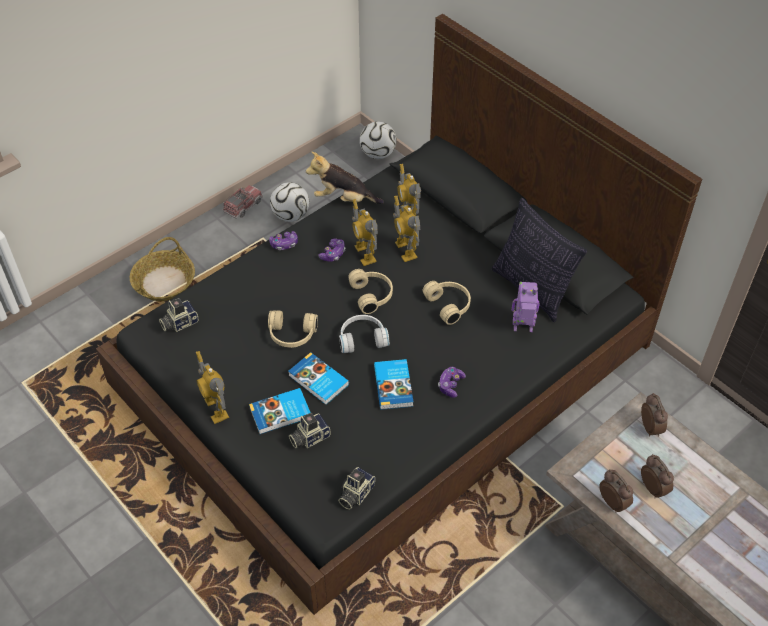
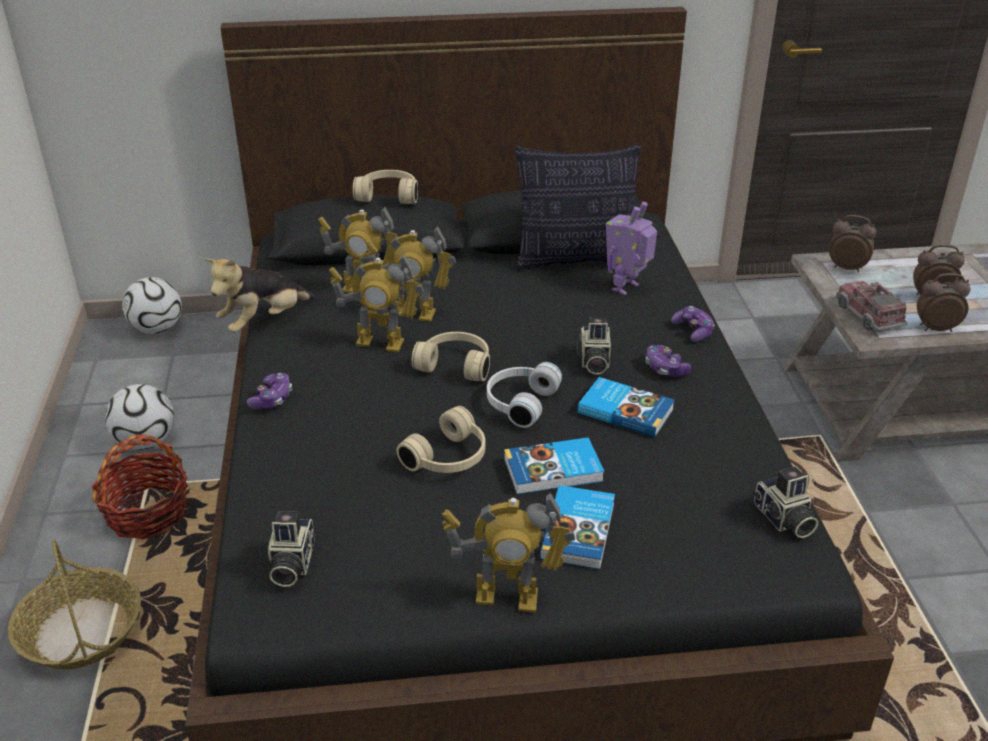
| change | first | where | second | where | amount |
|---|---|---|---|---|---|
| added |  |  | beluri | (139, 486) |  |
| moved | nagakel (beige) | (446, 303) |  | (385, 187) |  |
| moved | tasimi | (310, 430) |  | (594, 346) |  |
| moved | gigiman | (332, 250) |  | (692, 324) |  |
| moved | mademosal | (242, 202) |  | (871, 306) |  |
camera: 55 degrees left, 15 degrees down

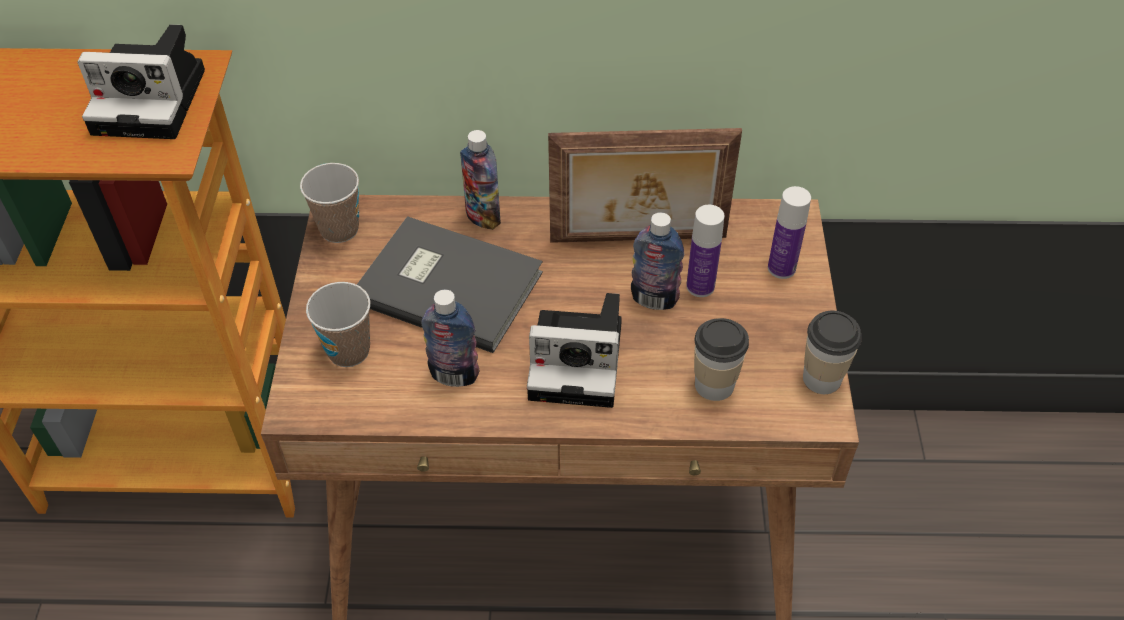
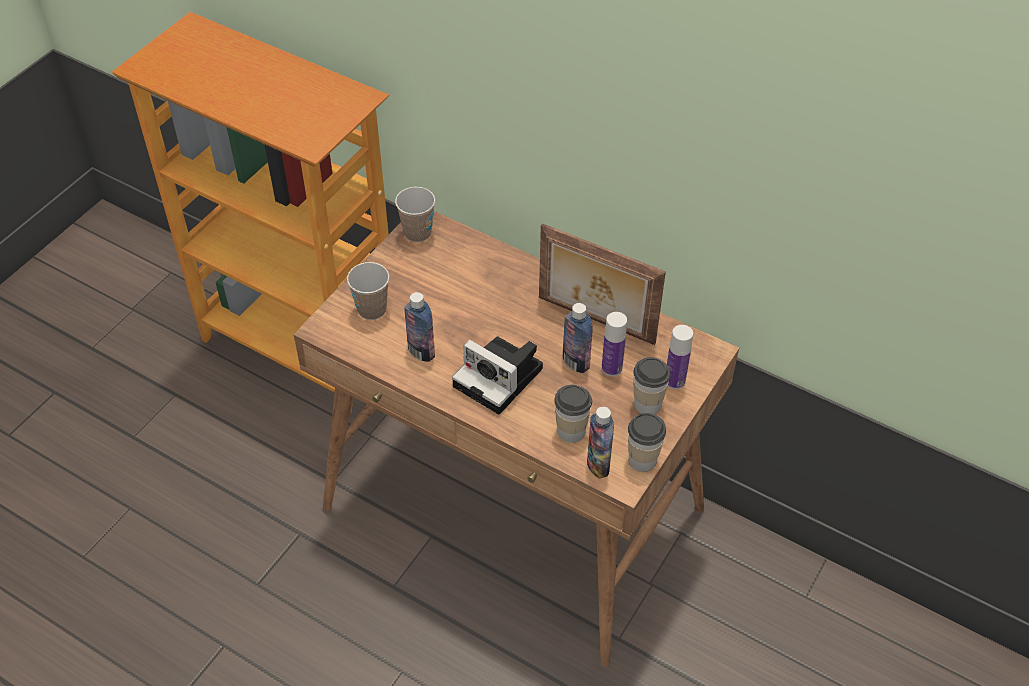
| change | first | where | second | where | amount |
|---|---|---|---|---|---|
| moved | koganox | (480, 180) |  | (600, 442) |  |
| added |  |  | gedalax | (652, 385) |  |
| removed | tasimi | (141, 82) |  |  |  |
| removed | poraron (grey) | (450, 284) |  |  |  |
camera: 30 degrees right, 0 degrees up

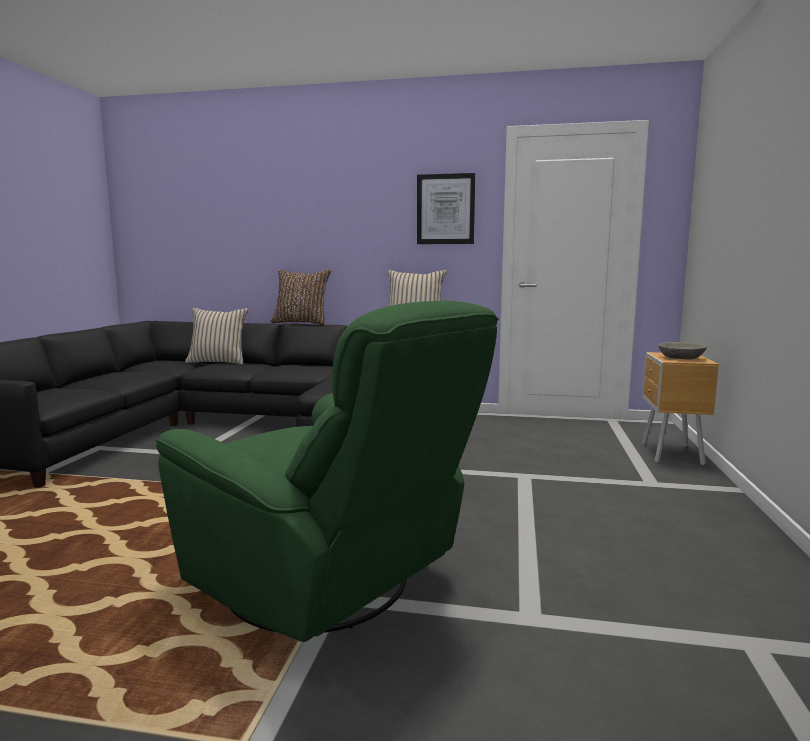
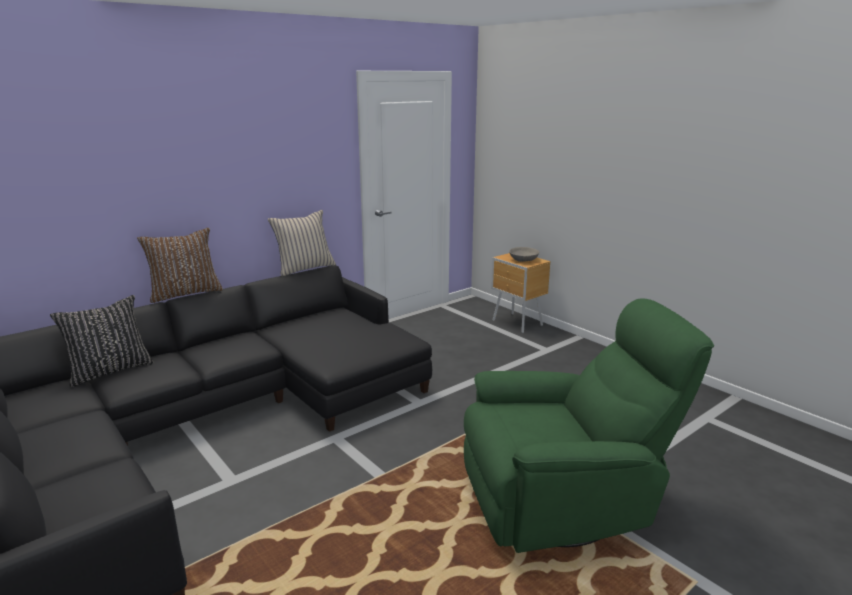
| change | first | where | second | where | amount |
|---|---|---|---|---|---|
| recoloured | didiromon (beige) | (217, 336) | didiromon (black) | (102, 341) |  |
| removed | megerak | (446, 208) |  |  |  |
camera: 50 degrees left, 10 degrees up

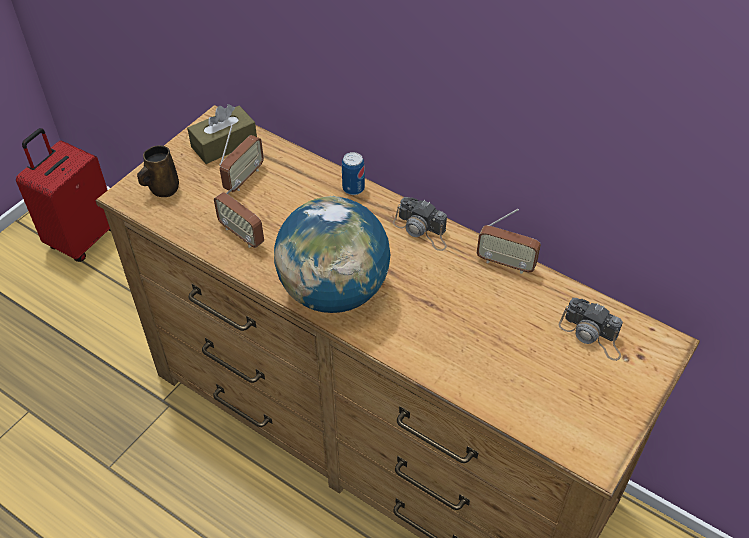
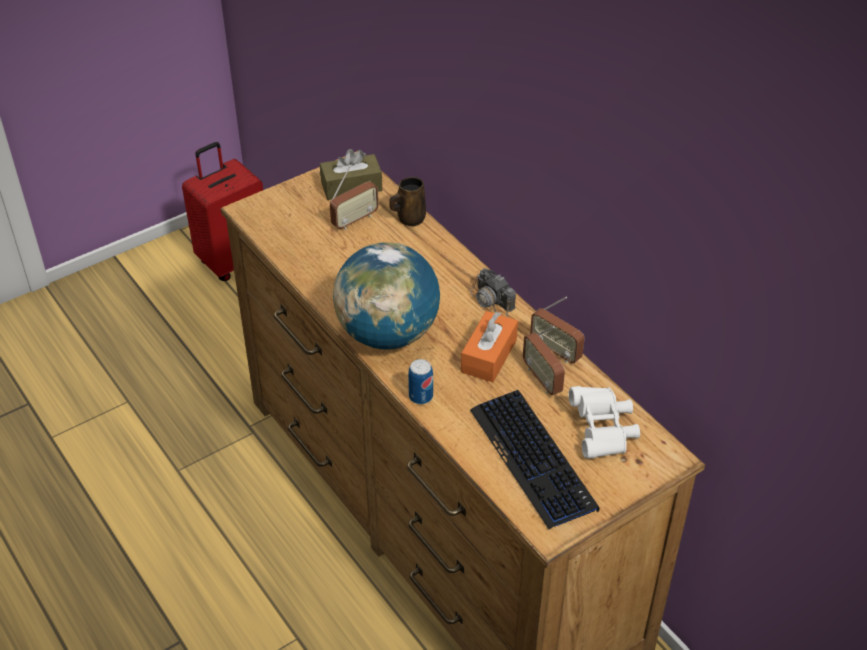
| change | first | where | second | where | amount |
|---|---|---|---|---|---|
| moved | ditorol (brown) | (158, 171) |  | (407, 201) |  |
| moved | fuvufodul | (353, 173) |  | (420, 381) |  |
| added |  |  | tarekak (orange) | (489, 346) |  |
| added |  |  | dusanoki | (534, 459) |  |
| moved | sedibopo | (239, 214) |  | (544, 360) |  |
| replaced | tasimi | (591, 329) | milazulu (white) | (604, 422) |  |
camera: 20 degrees right, 5 degrees down

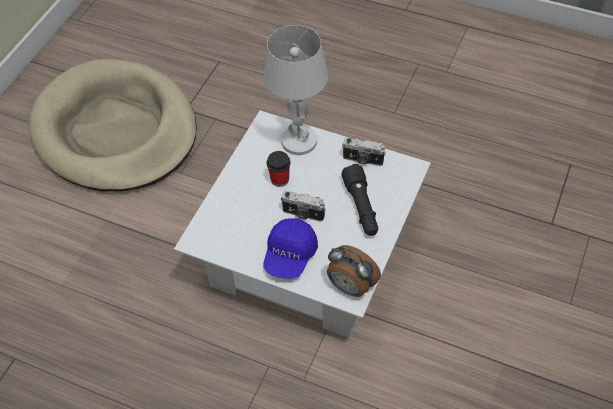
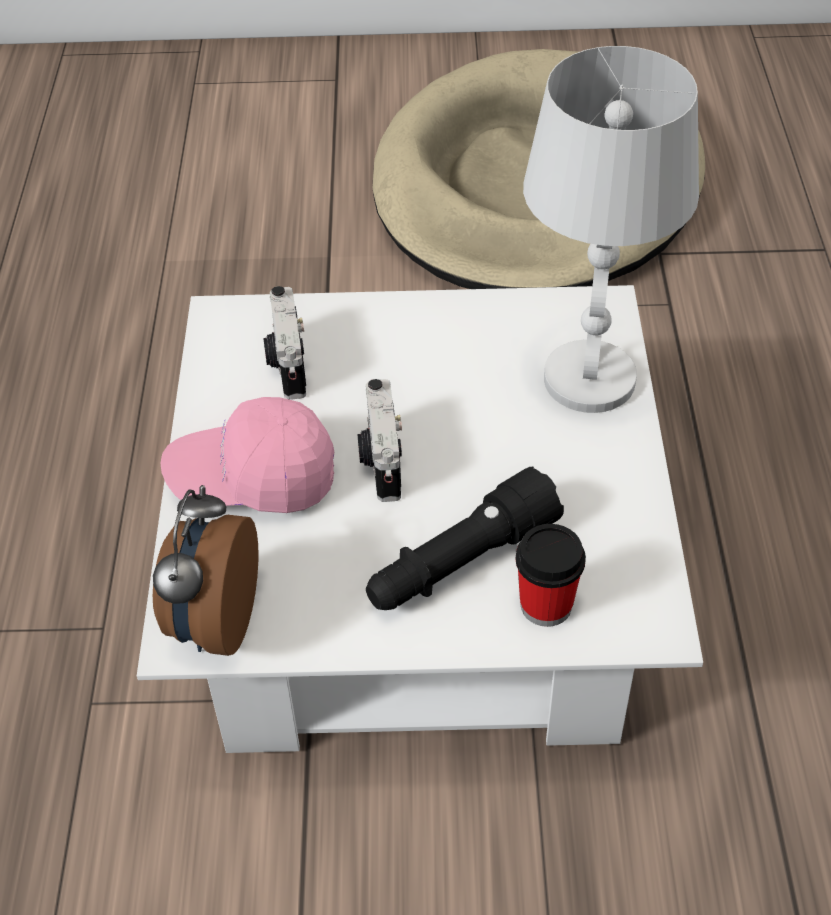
| change | first | where | second | where | amount |
|---|---|---|---|---|---|
| recoloured | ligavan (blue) | (290, 248) | ligavan (pink) | (247, 455) |  |
| moved | tasimi | (364, 152) |  | (284, 343) |  |
| moved | gedalax | (278, 169) |  | (550, 575) |  |
camera: 65 degrees right, 5 degrees down

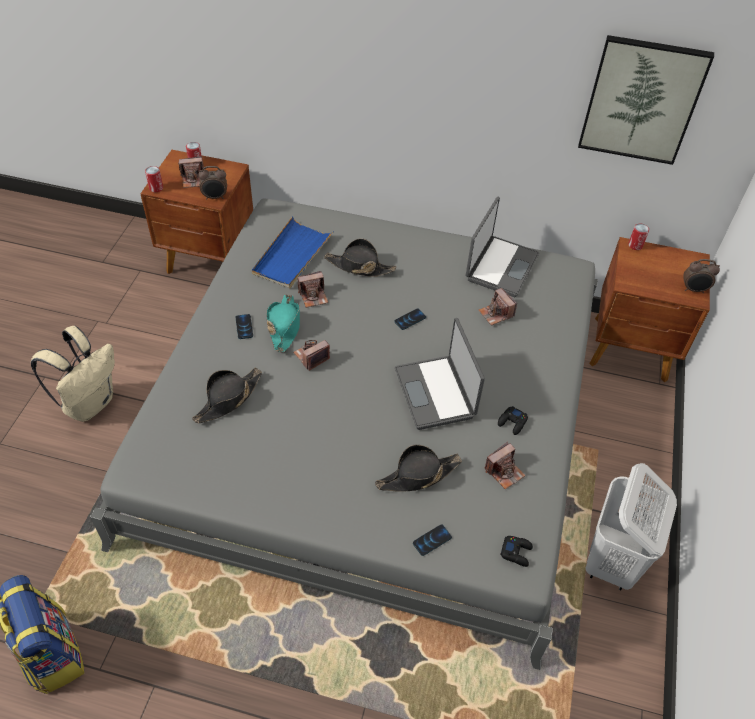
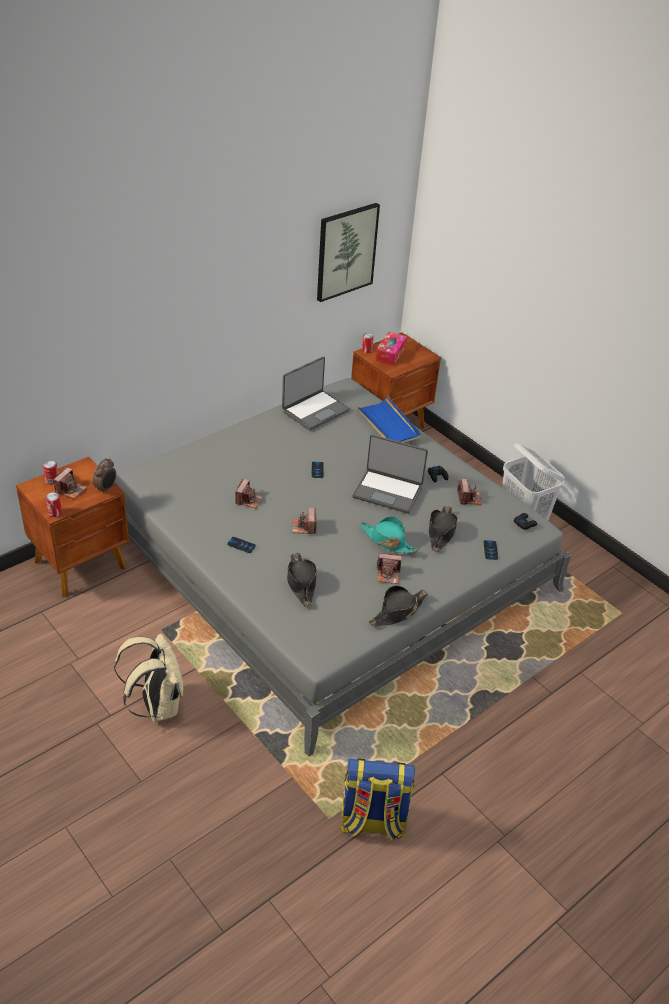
| change | first | where | second | where | amount |
|---|---|---|---|---|---|
| turned | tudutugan | (502, 247) |  | (316, 393) | 75 degrees clockwise |
| moved | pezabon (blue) | (293, 252) |  | (388, 419) |  |
| moved | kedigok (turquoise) | (283, 323) |  | (389, 534) |  |
| moved | kedigok (black) | (360, 257) |  | (398, 606) |  |
| added |  |  | tarekak | (391, 348) |  |
| moved | tasimi | (497, 307) |  | (389, 568) |  |
| removed | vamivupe | (702, 276) |  |  |  |
camera: 55 degrees left, 10 degrees down

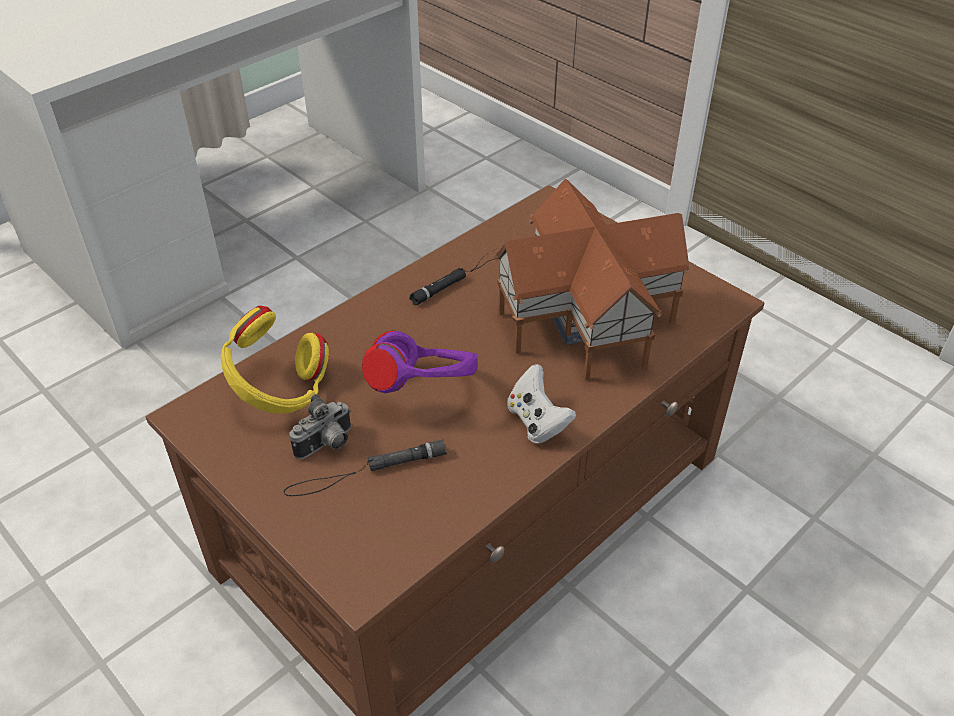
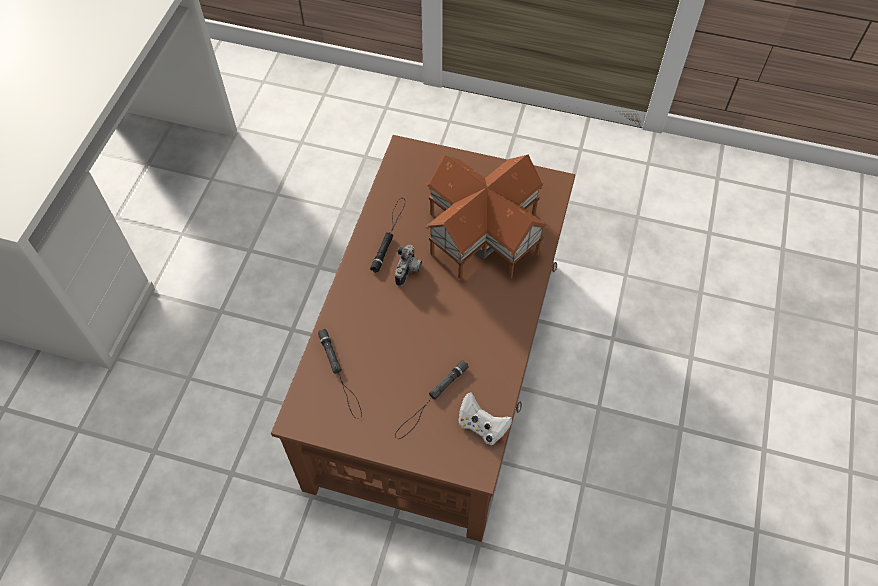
| change | first | where | second | where | amount |
|---|---|---|---|---|---|
| replaced | nagakel (yellow) | (275, 360) | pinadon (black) | (340, 374) |  |
| moved | tasimi | (320, 426) |  | (408, 265) |  |
| moved | gigiman (white) | (541, 404) |  | (485, 418) |  |
| removed | nagakel (purple) | (420, 362) |  |  |  |
camera: 30 degrees left, 15 degrees up

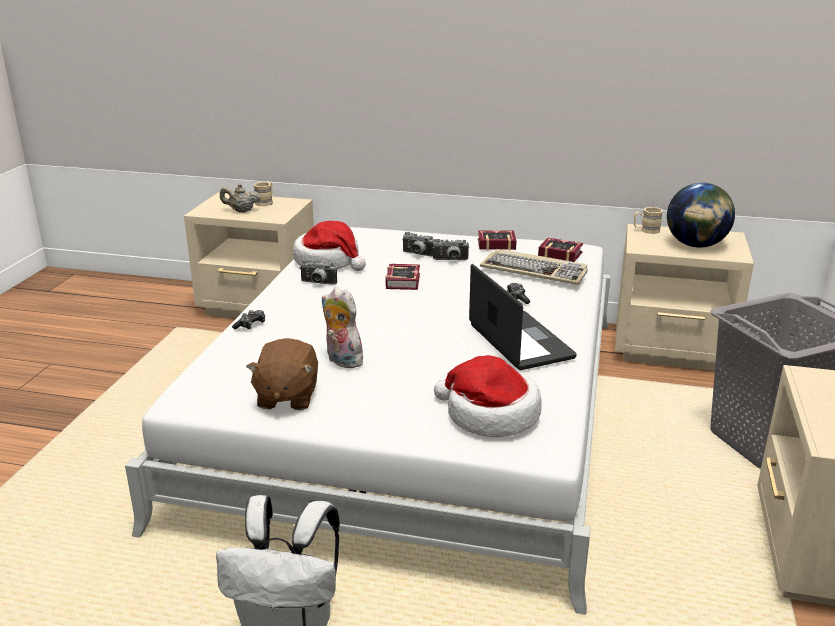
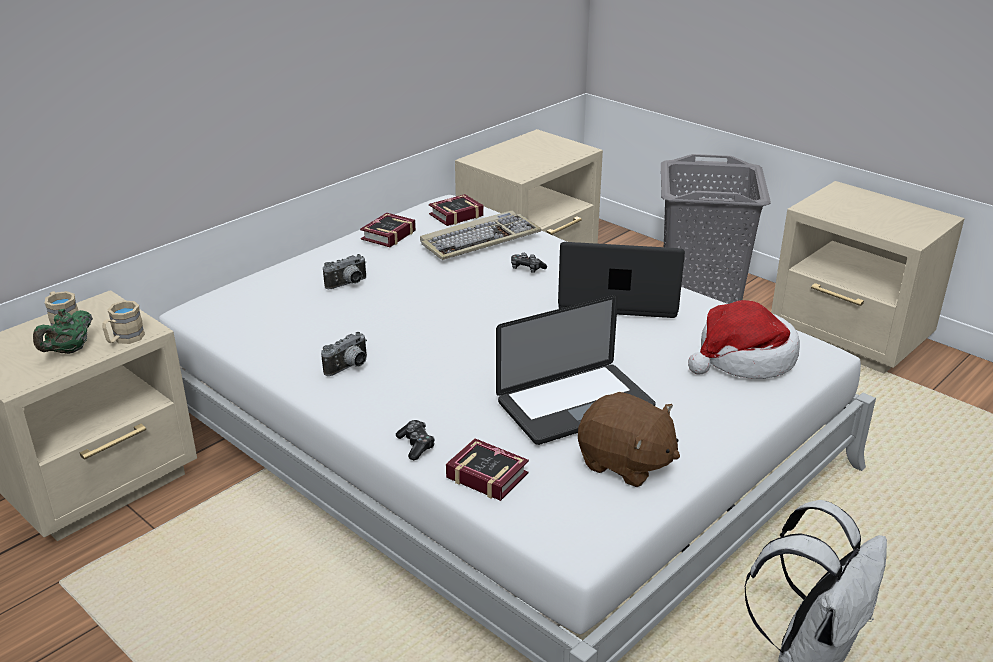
| change | first | where | second | where | amount |
|---|---|---|---|---|---|
| recoloured | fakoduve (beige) | (240, 198) | fakoduve (green) | (63, 331) |  |
| moved | ditorol (beige) | (648, 220) |  | (123, 322) |  |
| moved | poraron | (402, 277) |  | (487, 469) |  |
| replaced | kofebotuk | (345, 328) | tudutugan | (576, 370) |  |
| removed | kedigok | (329, 246) |  |  |  |
| removed | tasimi | (451, 249) |  |  |  |
| removed | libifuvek | (701, 215) |  |  |  |
camera: 60 degrees left, 5 degrees up

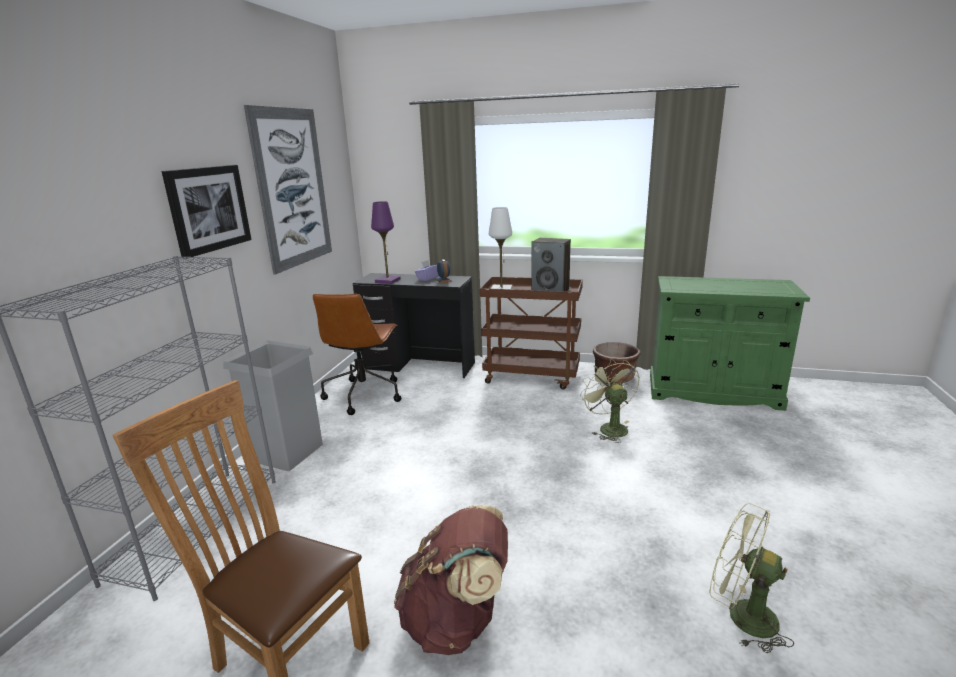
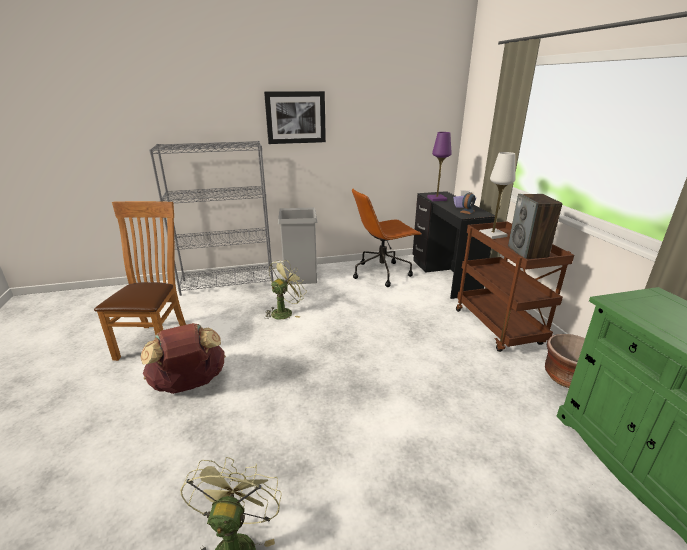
| change | first | where | second | where | amount |
|---|---|---|---|---|---|
| moved | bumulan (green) | (609, 400) |  | (285, 289) |  |
| removed | megerak | (288, 190) |  |  |  |
camera: 60 degrees right, 5 degrees up

